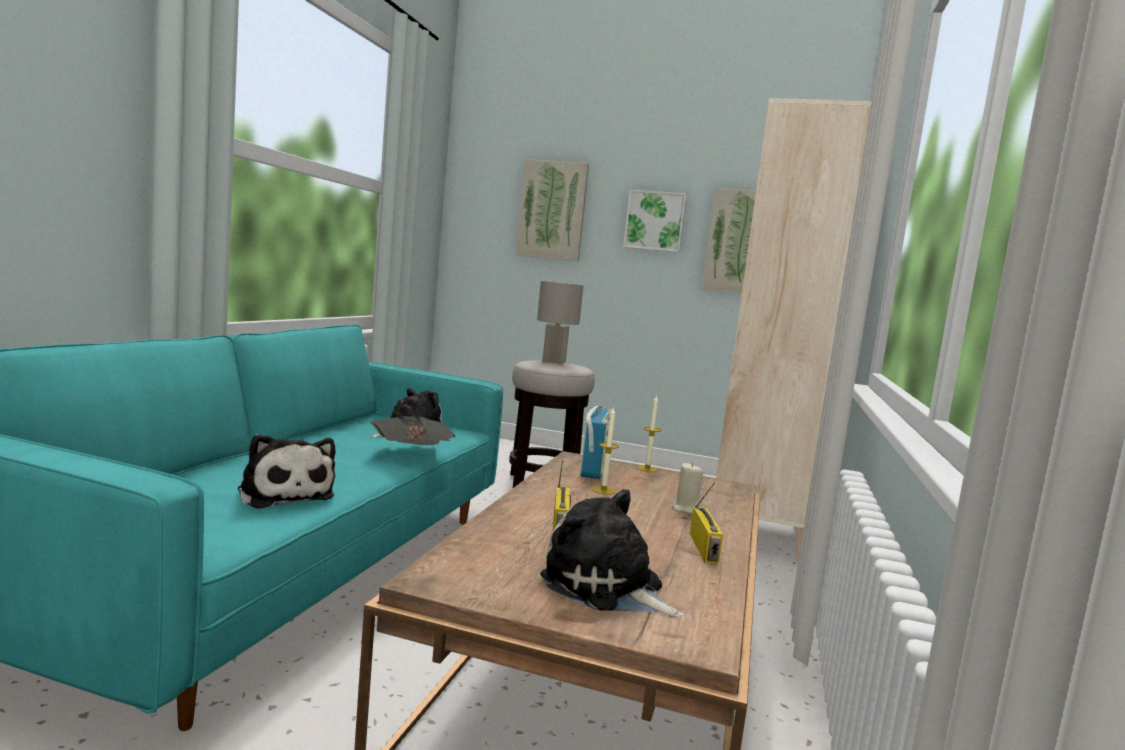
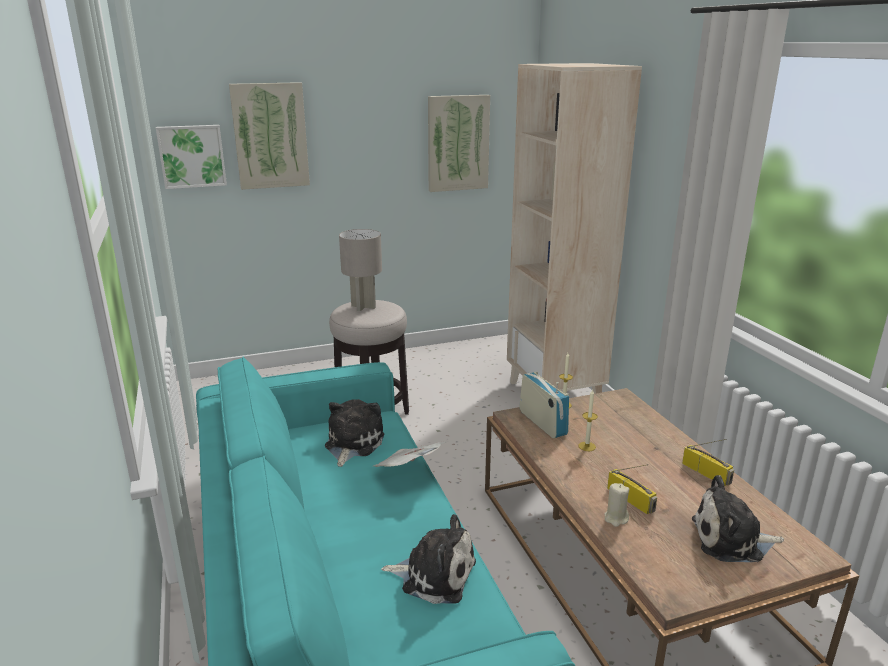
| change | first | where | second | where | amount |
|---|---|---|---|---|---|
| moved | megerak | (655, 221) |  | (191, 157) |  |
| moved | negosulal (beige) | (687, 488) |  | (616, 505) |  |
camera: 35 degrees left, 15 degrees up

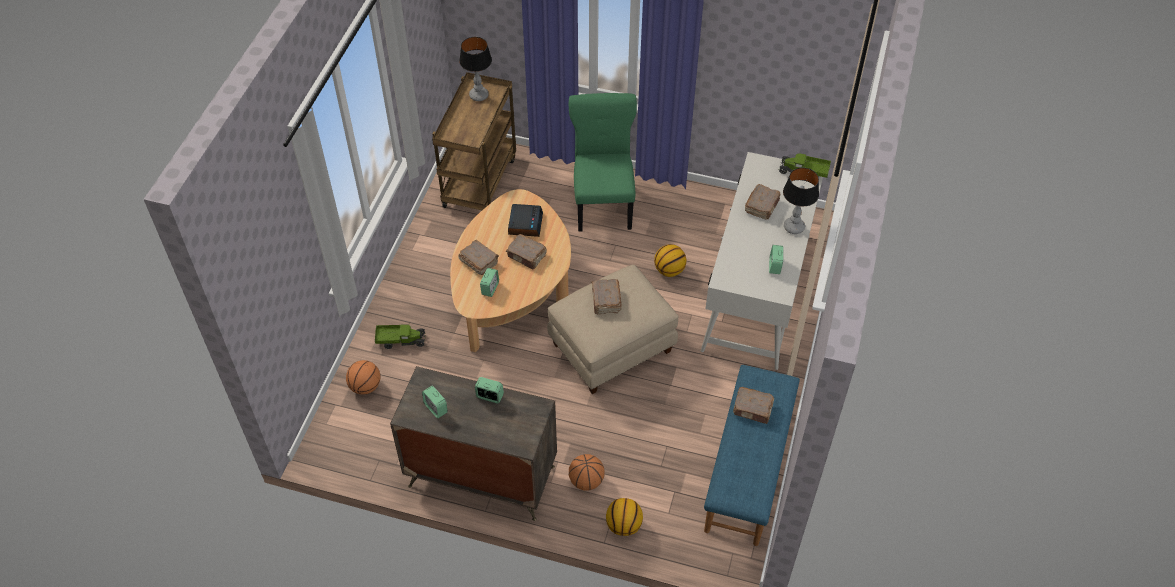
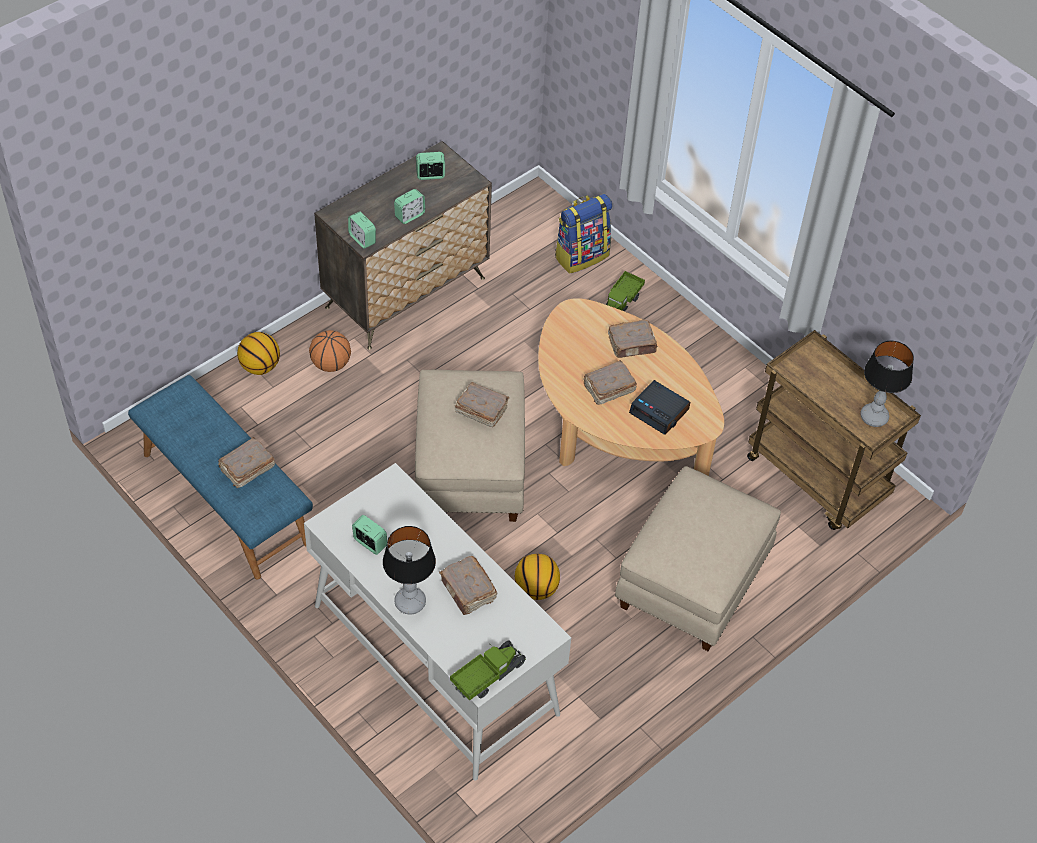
| change | first | where | second | where | amount |
|---|---|---|---|---|---|
| moved | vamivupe | (489, 282) |  | (362, 230) |  |
| replaced | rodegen | (363, 377) | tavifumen | (583, 234) |  |
| replaced | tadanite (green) | (603, 162) | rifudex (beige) | (698, 558) |  |
camera: 120 degrees right, 0 degrees up

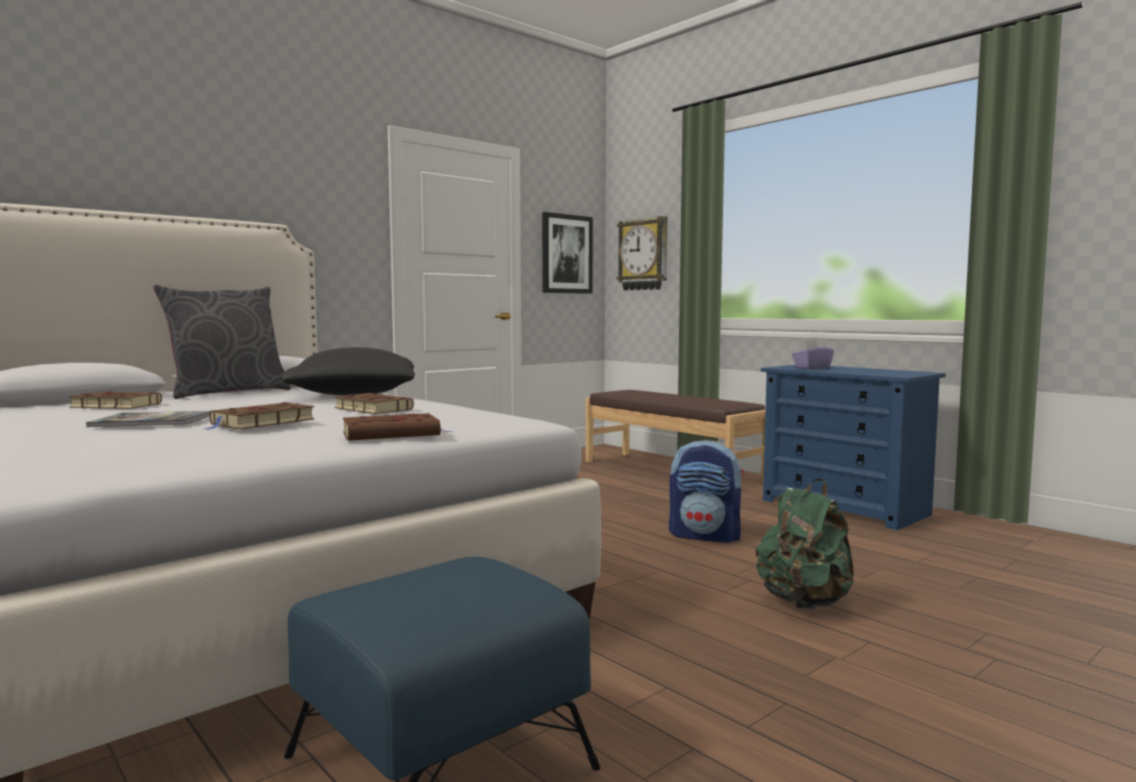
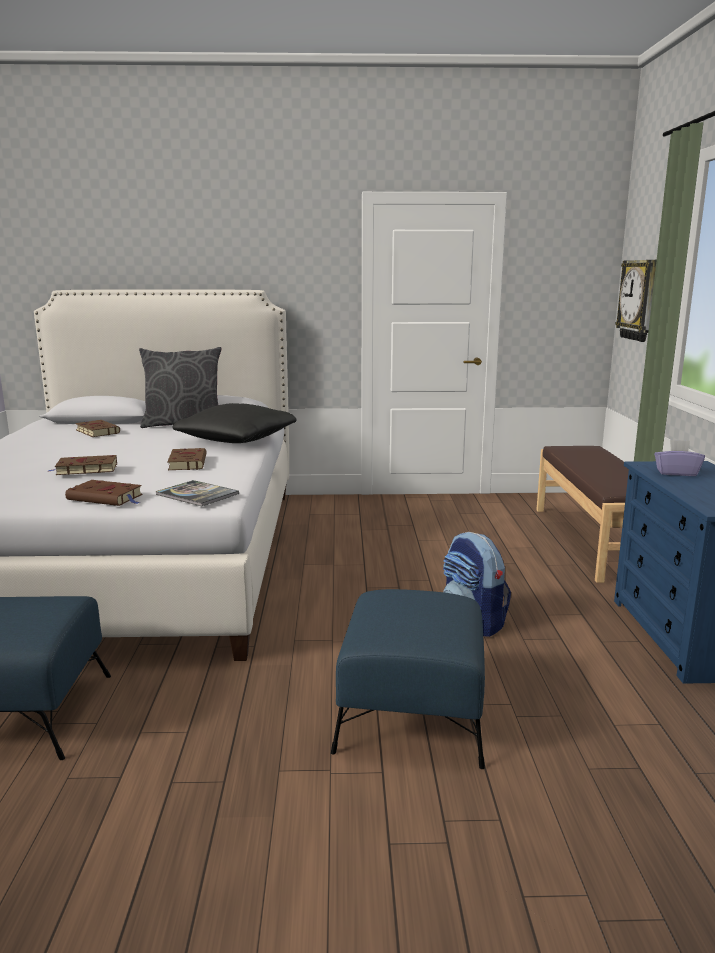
| change | first | where | second | where | amount |
|---|---|---|---|---|---|
| moved | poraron | (148, 419) |  | (197, 493) |  |
| replaced | tavifumen (green) | (805, 543) | rifudex (blue) | (408, 679) |  |
| removed | megerak | (567, 253) |  |  |  |
camera: 40 degrees right, 10 degrees up

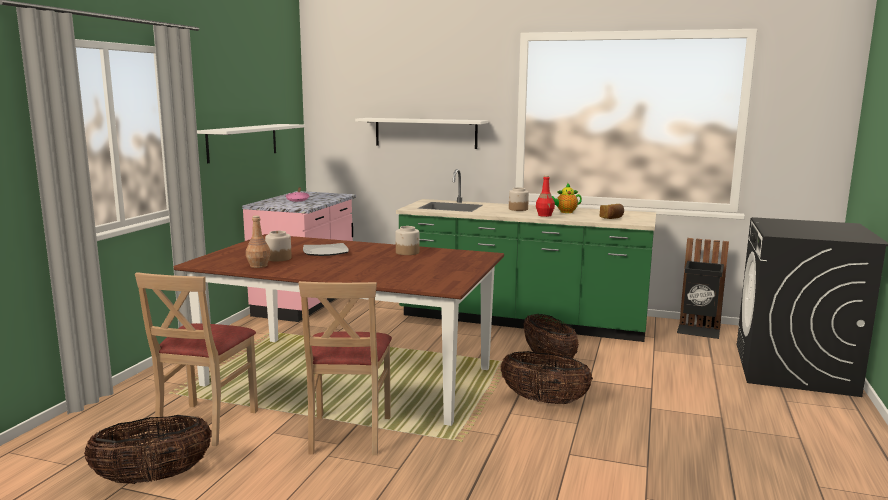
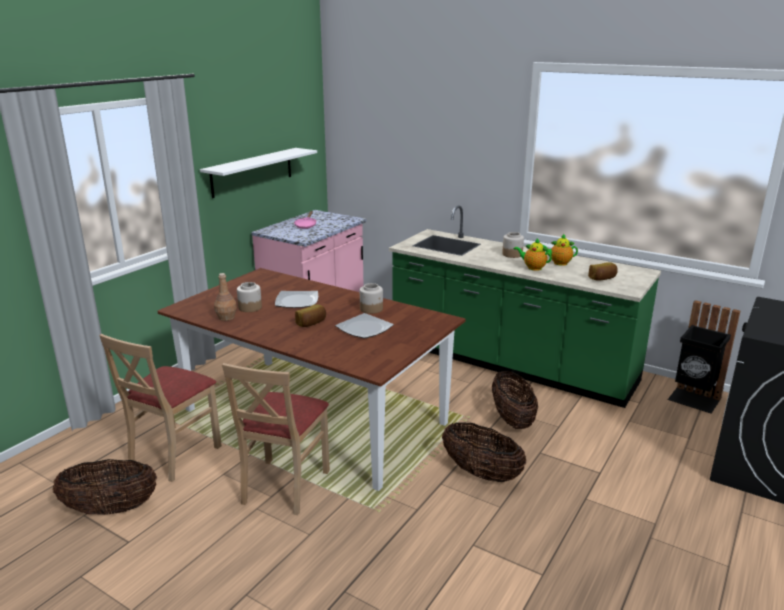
| change | first | where | second | where | amount |
|---|---|---|---|---|---|
| added |  |  | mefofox | (310, 315) |  |
| added |  |  | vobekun | (364, 326) |  |
| replaced | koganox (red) | (545, 196) | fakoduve | (533, 254) |  |
| removed | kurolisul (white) | (421, 133) |  |  |  |
camera: 15 degrees right, 10 degrees up

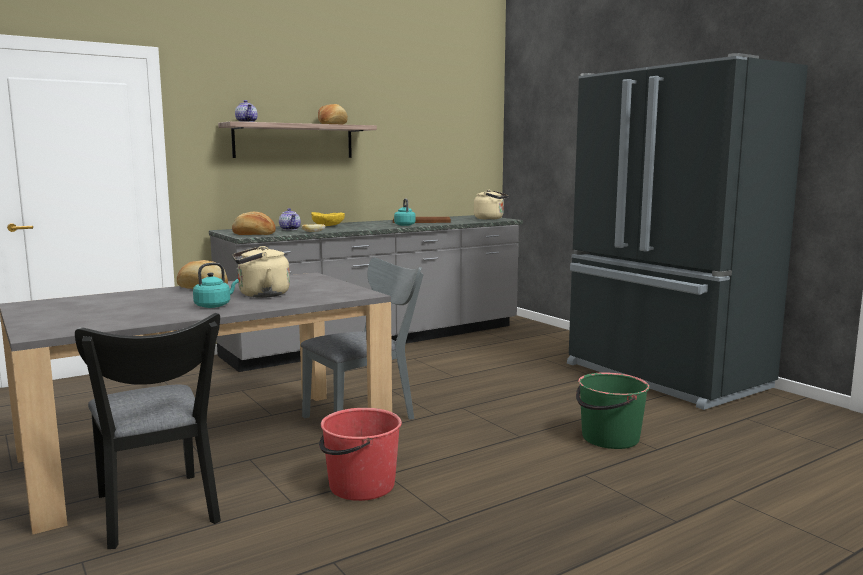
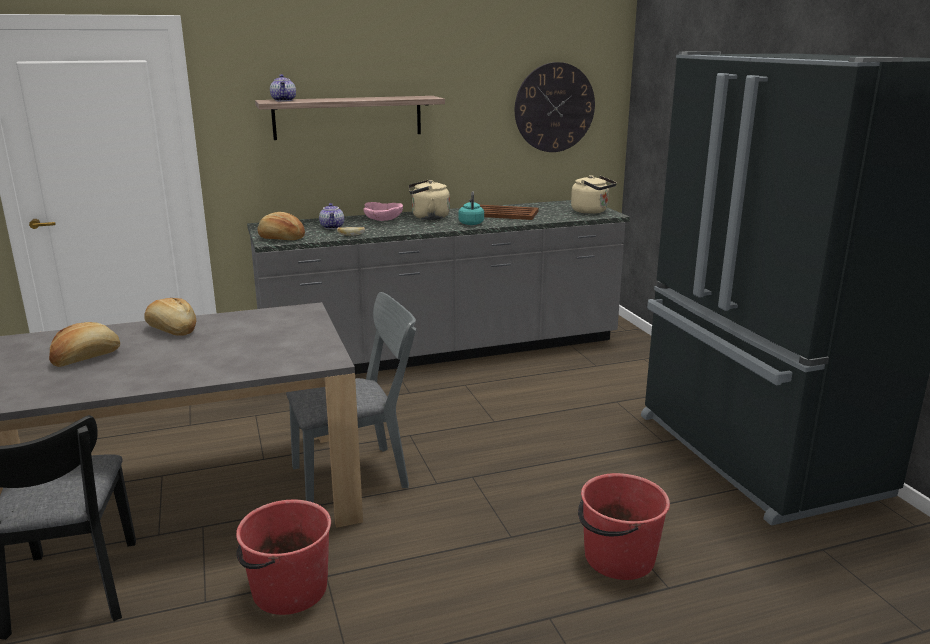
| change | first | where | second | where | amount |
|---|---|---|---|---|---|
| moved | mefofox | (333, 114) |  | (84, 344) |  |
| recoloured | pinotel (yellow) | (328, 219) | pinotel (pink) | (383, 211) |  |
| moved | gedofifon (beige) | (261, 272) |  | (429, 200) |  |
| added |  |  | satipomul | (555, 107) |  |
| recoloured | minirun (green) | (613, 410) | minirun (red) | (624, 526) |  |
| removed | gedofifon (turquoise) | (216, 285) |  |  |  |
camera: 15 degrees right, 10 degrees up

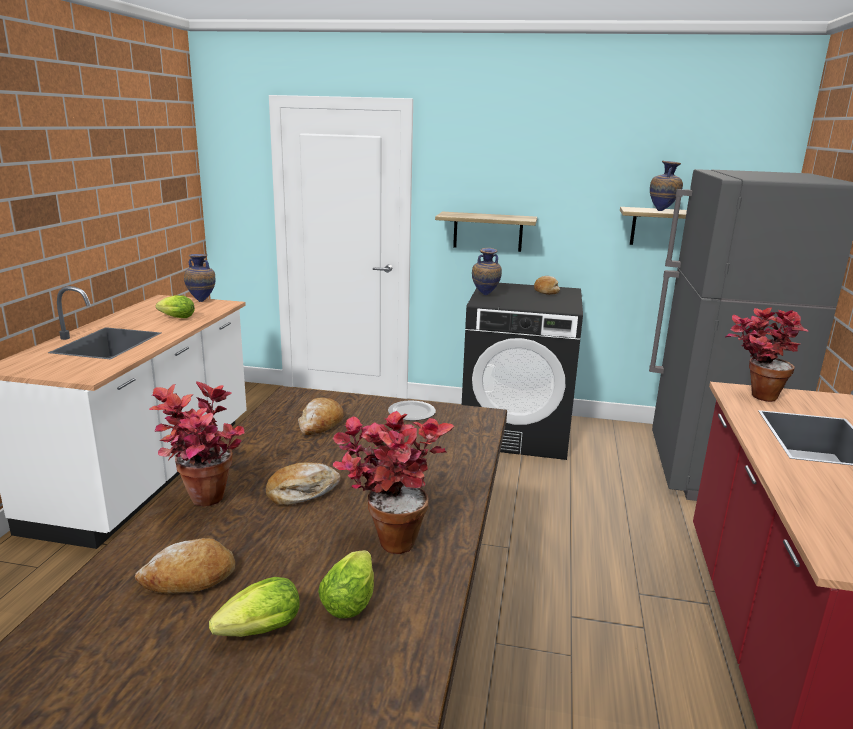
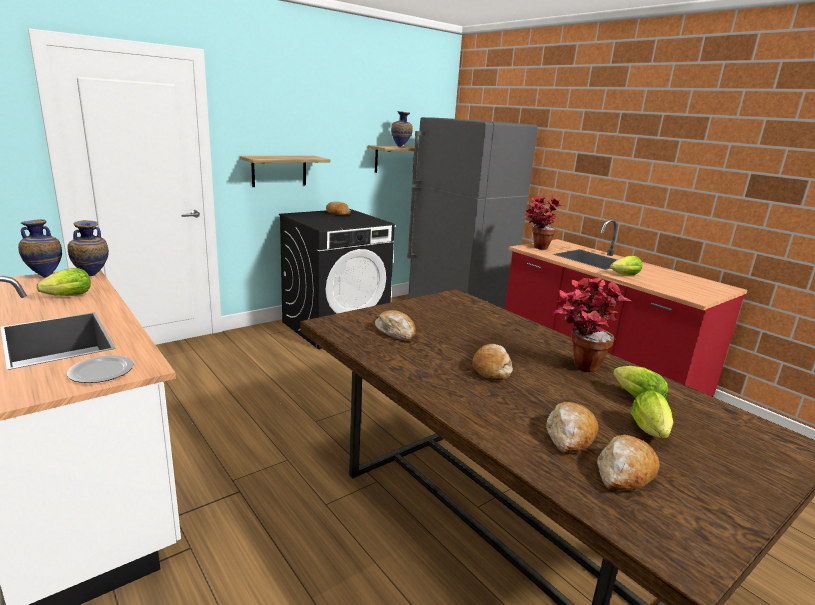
| change | first | where | second | where | amount |
|---|---|---|---|---|---|
| moved | vobekun | (412, 410) |  | (100, 369) |  |
| moved | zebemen | (487, 271) |  | (88, 248) |  |
| added |  |  | mefofox | (628, 462) |  |
| added |  |  | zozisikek | (626, 265) |  |
| removed | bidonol | (197, 443) |  |  |  |
camera: 50 degrees left, 0 degrees up

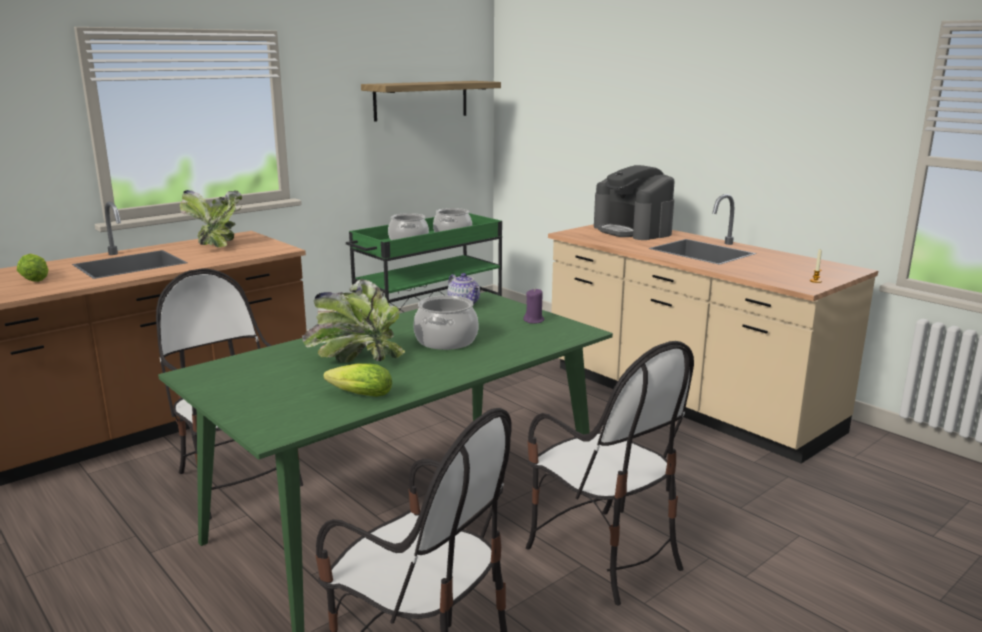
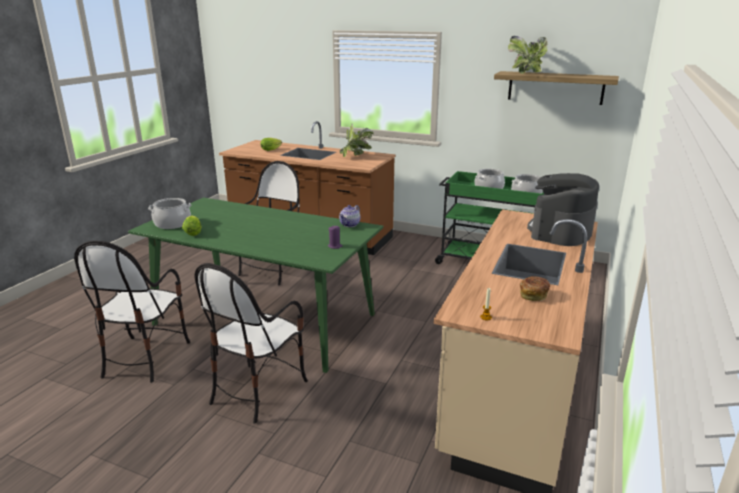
| change | first | where | second | where | amount |
|---|---|---|---|---|---|
| moved | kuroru | (446, 322) |  | (169, 213) |  |
| moved | bidonol | (353, 321) |  | (528, 55) |  |
| added |  |  | mefofox | (535, 288) |  |
camera: 65 degrees right, 5 degrees up

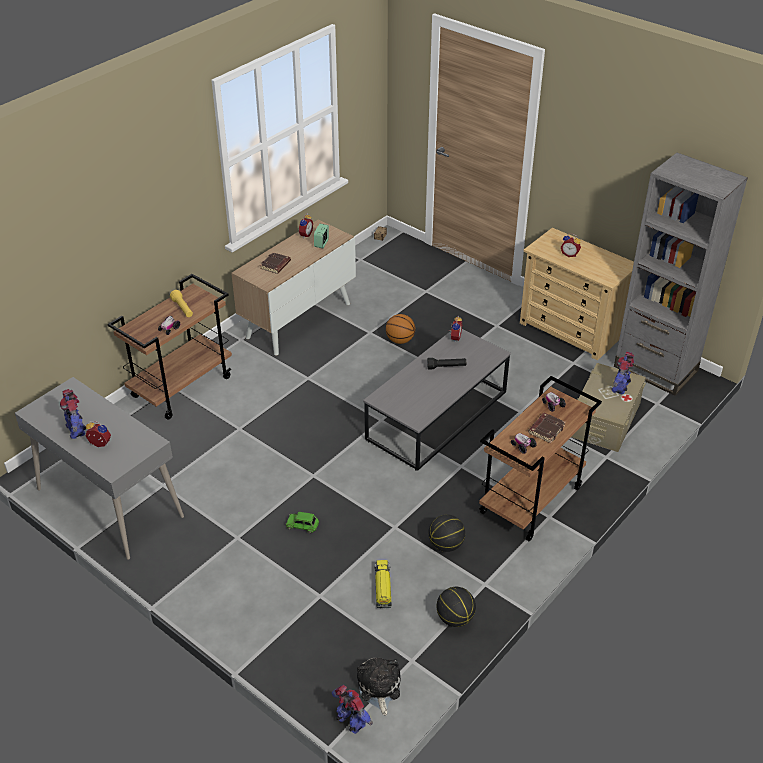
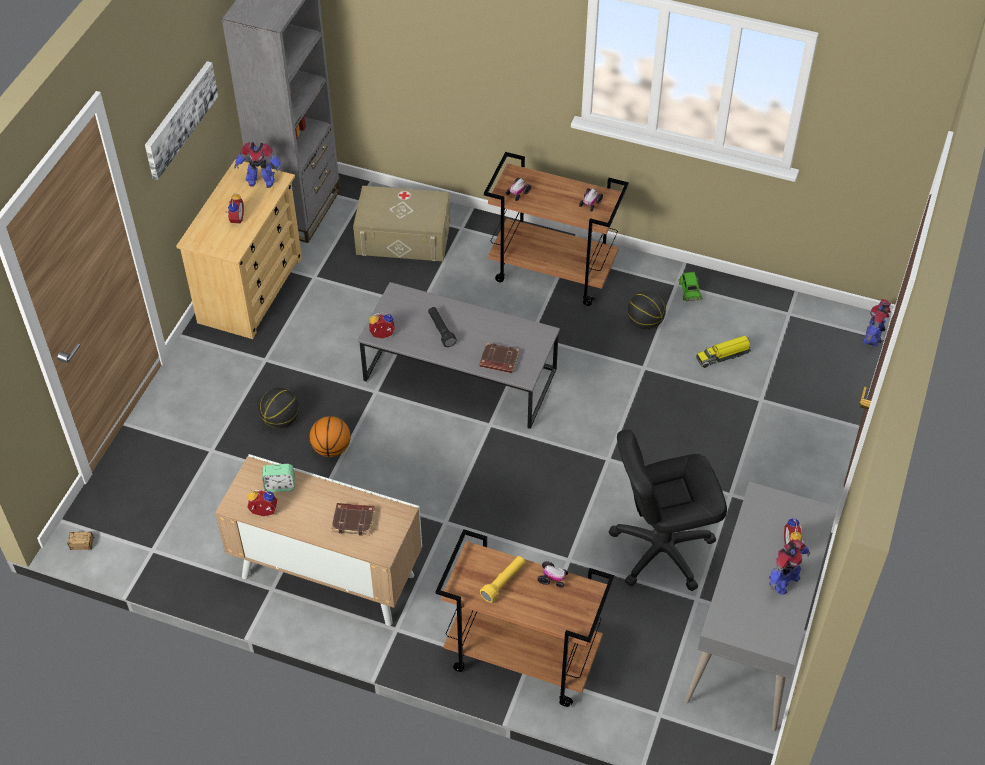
| change | first | where | second | where | amount |
|---|---|---|---|---|---|
| added |  |  | megerak | (181, 120) |  |
| moved | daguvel | (622, 373) |  | (258, 165) |  |
| moved | rodegen | (456, 607) |  | (278, 408) |  |
| moved | poraron (brown) | (547, 428) |  | (499, 358) |  |
| added |  |  | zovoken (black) | (668, 510) |  |
| moved | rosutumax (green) | (302, 523) |  | (690, 286) |  |
| removed | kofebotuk | (379, 686) |  |  |  |
camera: 110 degrees left, 10 degrees up

